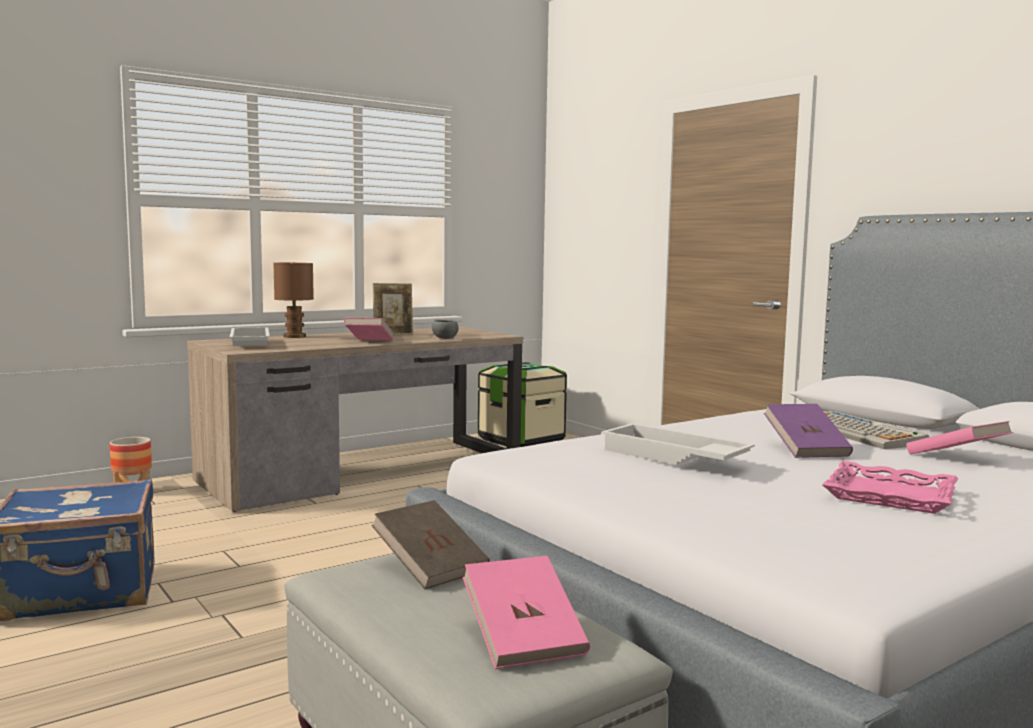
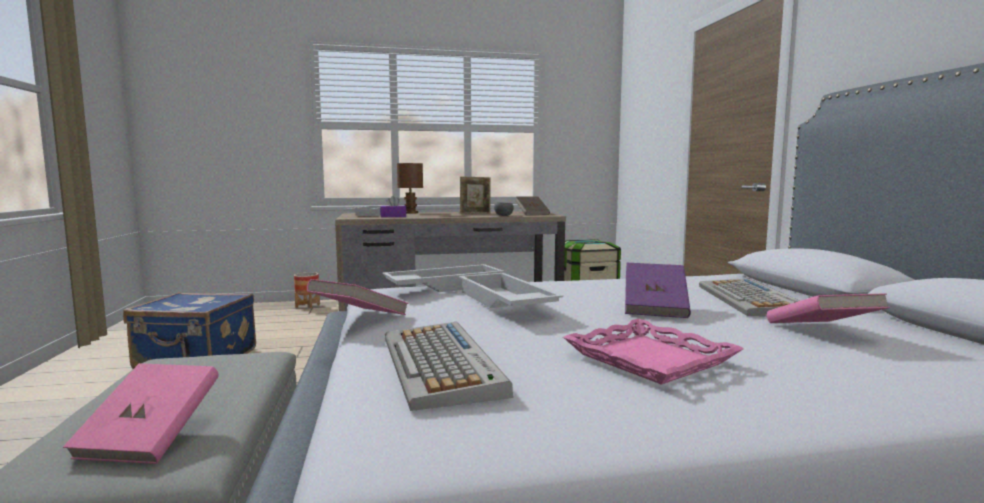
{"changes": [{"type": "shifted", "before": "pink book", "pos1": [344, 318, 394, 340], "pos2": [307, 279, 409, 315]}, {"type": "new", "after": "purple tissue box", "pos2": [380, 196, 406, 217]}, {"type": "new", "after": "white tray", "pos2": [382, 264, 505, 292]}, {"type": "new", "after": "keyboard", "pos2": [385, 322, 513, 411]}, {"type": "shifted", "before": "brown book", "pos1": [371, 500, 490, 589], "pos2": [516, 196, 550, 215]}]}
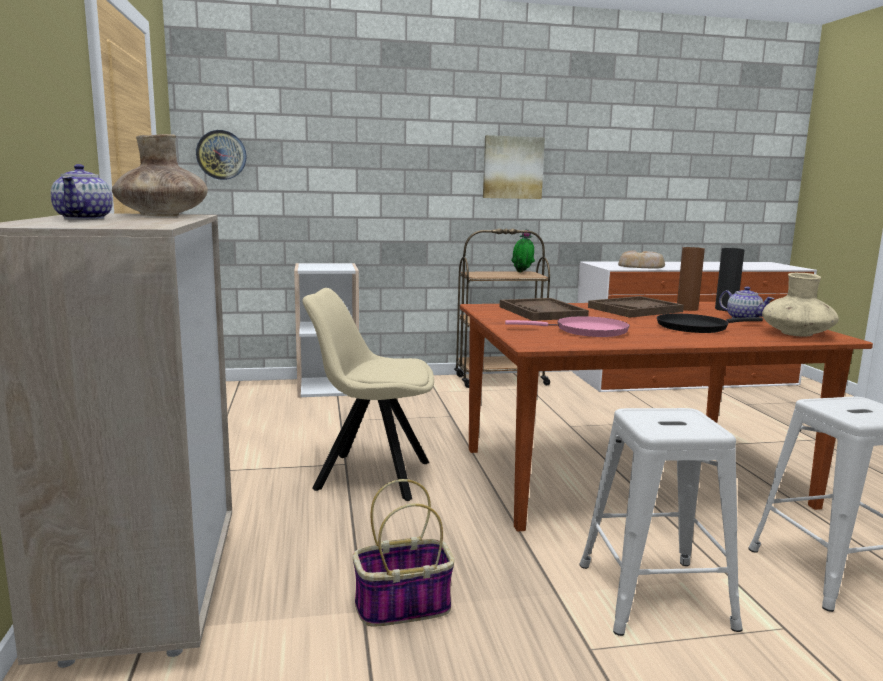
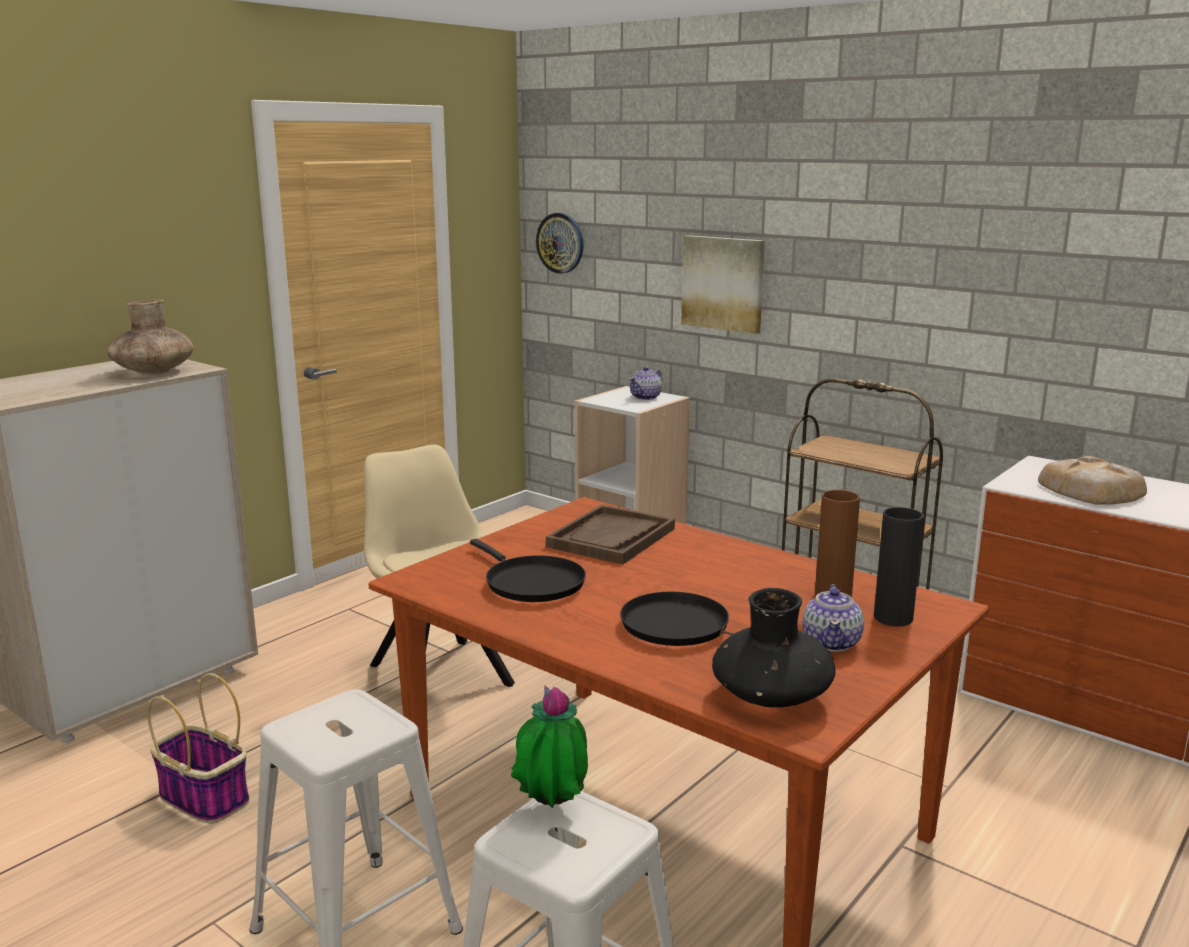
{"changes": [{"type": "repainted", "before": "pink frying pan", "after": "black frying pan", "pos1": [505, 316, 630, 337], "pos2": [470, 539, 586, 602]}, {"type": "shifted", "before": "potted plant", "pos1": [511, 229, 535, 273], "pos2": [511, 685, 588, 808]}, {"type": "shifted", "before": "teapot", "pos1": [51, 164, 113, 220], "pos2": [629, 367, 662, 400]}, {"type": "shifted", "before": "picture", "pos1": [483, 135, 545, 199], "pos2": [681, 235, 765, 334]}, {"type": "repainted", "before": "beige vase", "after": "black vase", "pos1": [762, 273, 839, 337], "pos2": [712, 588, 836, 707]}, {"type": "gone", "before": "brown tray", "pos1": [588, 296, 684, 318]}]}
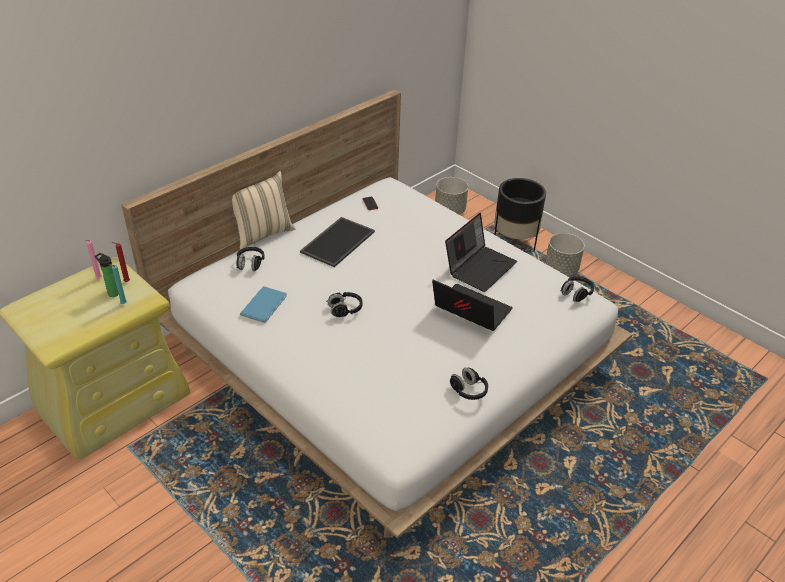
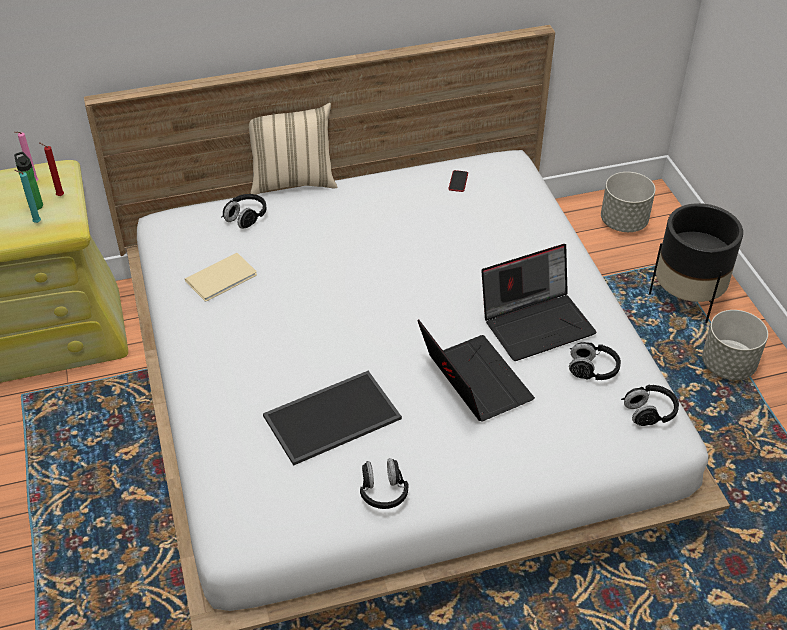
{"changes": [{"type": "repainted", "before": "blue book", "after": "beige book", "pos1": [240, 286, 287, 323], "pos2": [185, 253, 257, 301]}, {"type": "shifted", "before": "tray", "pos1": [300, 217, 375, 267], "pos2": [263, 371, 402, 466]}, {"type": "shifted", "before": "black headphones", "pos1": [326, 292, 363, 317], "pos2": [569, 342, 621, 380]}]}
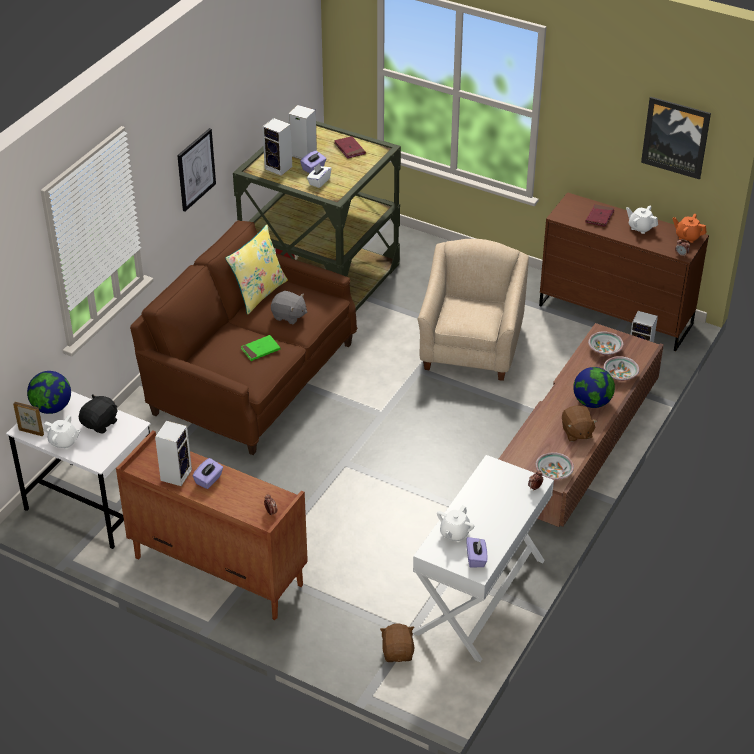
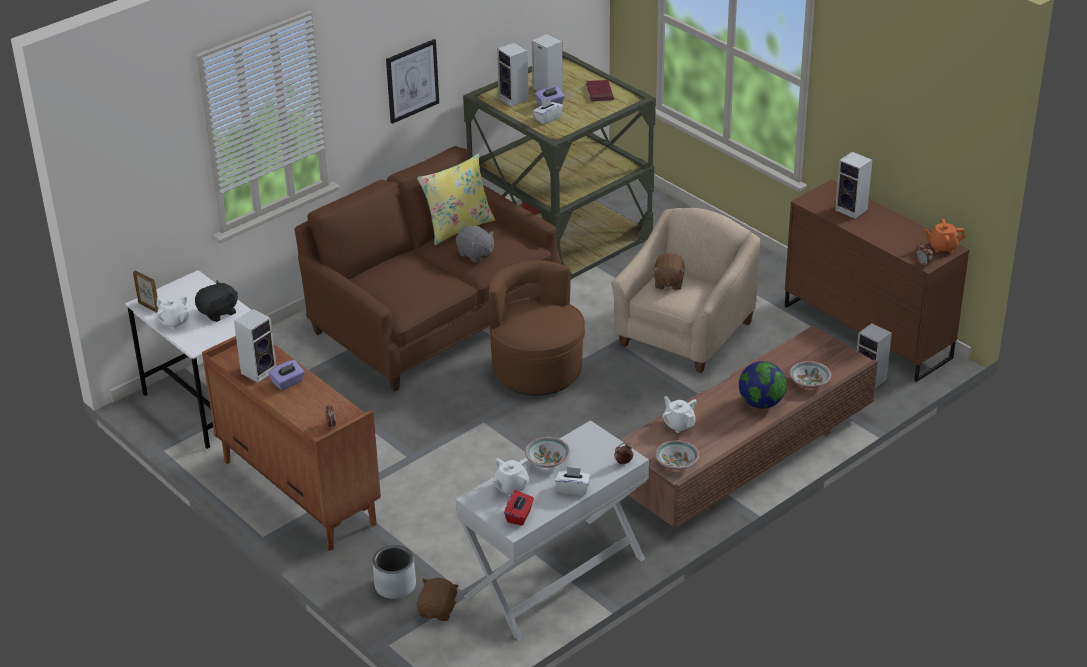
{"changes": [{"type": "new", "after": "grey planter", "pos2": [373, 545, 416, 599]}, {"type": "new", "after": "brown armchair", "pos2": [489, 260, 585, 396]}, {"type": "repainted", "before": "purple tissue box", "after": "red tissue box", "pos1": [467, 537, 488, 568], "pos2": [504, 490, 534, 525]}, {"type": "shifted", "before": "bowl", "pos1": [588, 331, 624, 355], "pos2": [525, 437, 570, 468]}, {"type": "new", "after": "white tissue box", "pos2": [555, 467, 591, 496]}, {"type": "shifted", "before": "brown plush toy", "pos1": [562, 405, 597, 442], "pos2": [652, 254, 685, 290]}, {"type": "shifted", "before": "white teapot", "pos1": [626, 206, 658, 234], "pos2": [662, 396, 697, 433]}, {"type": "swapped", "before": "red book", "after": "speaker", "pos1": [585, 204, 614, 227], "pos2": [835, 152, 872, 219]}, {"type": "rotated", "before": "orange teapot", "pos1": [672, 214, 707, 243], "pos2": [924, 219, 965, 252], "turn": -45}, {"type": "gone", "before": "globe", "pos1": [27, 371, 71, 414]}, {"type": "gone", "before": "green book", "pos1": [241, 335, 280, 361]}, {"type": "gone", "before": "picture", "pos1": [641, 97, 711, 180]}]}
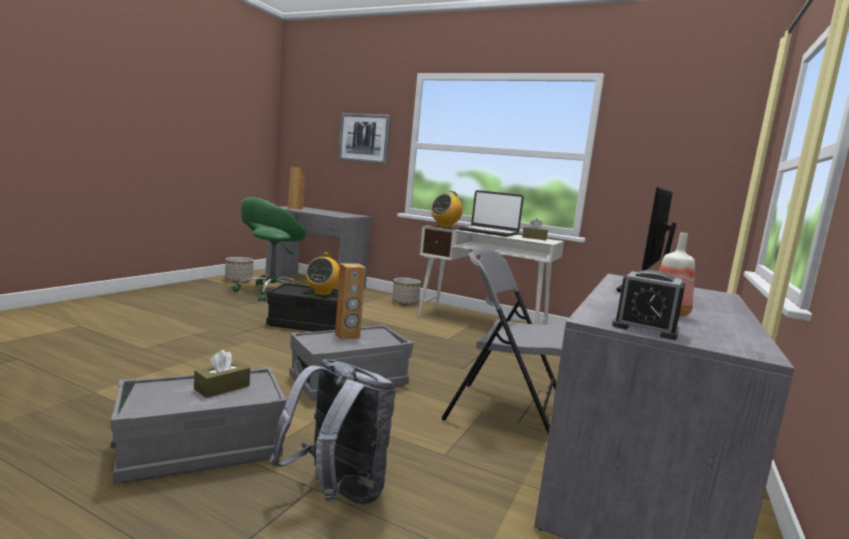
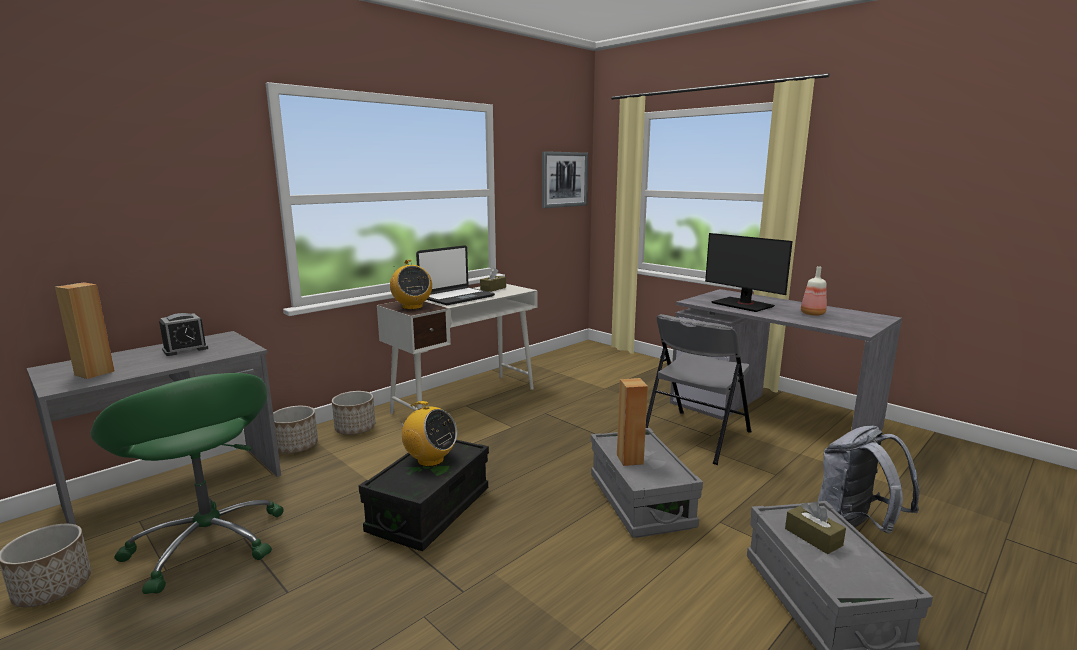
{"changes": [{"type": "shifted", "before": "alarm clock", "pos1": [612, 270, 685, 340], "pos2": [159, 313, 208, 356]}, {"type": "new", "after": "planter", "pos2": [273, 406, 318, 453]}, {"type": "shifted", "before": "picture", "pos1": [338, 113, 391, 164], "pos2": [542, 151, 588, 208]}]}
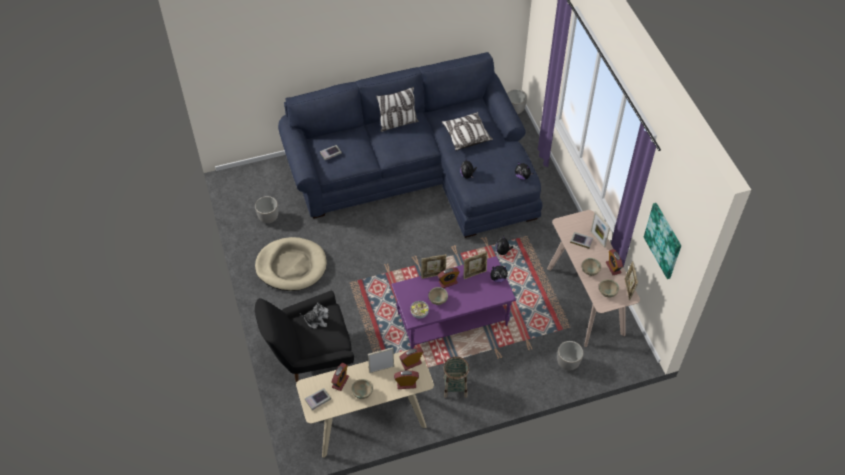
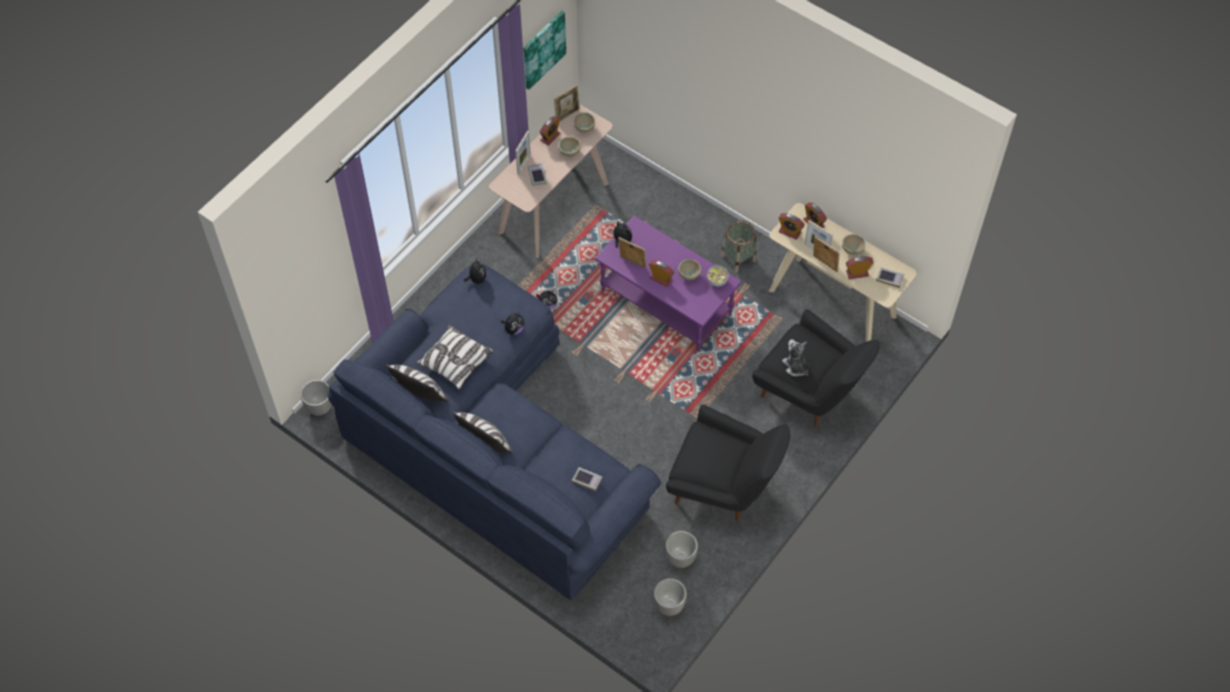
{"changes": [{"type": "new", "after": "pillow", "pos2": [386, 365, 449, 402]}, {"type": "shifted", "before": "planter", "pos1": [557, 341, 583, 371], "pos2": [654, 578, 687, 616]}, {"type": "swapped", "before": "beige dog bed", "after": "black armchair", "pos1": [255, 237, 327, 291], "pos2": [666, 404, 790, 521]}, {"type": "shifted", "before": "picture frame", "pos1": [421, 254, 447, 279], "pos2": [813, 236, 840, 272]}]}
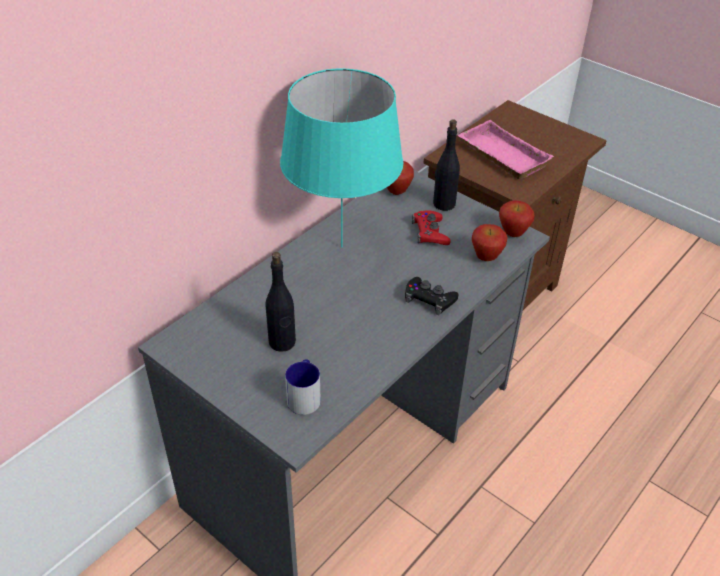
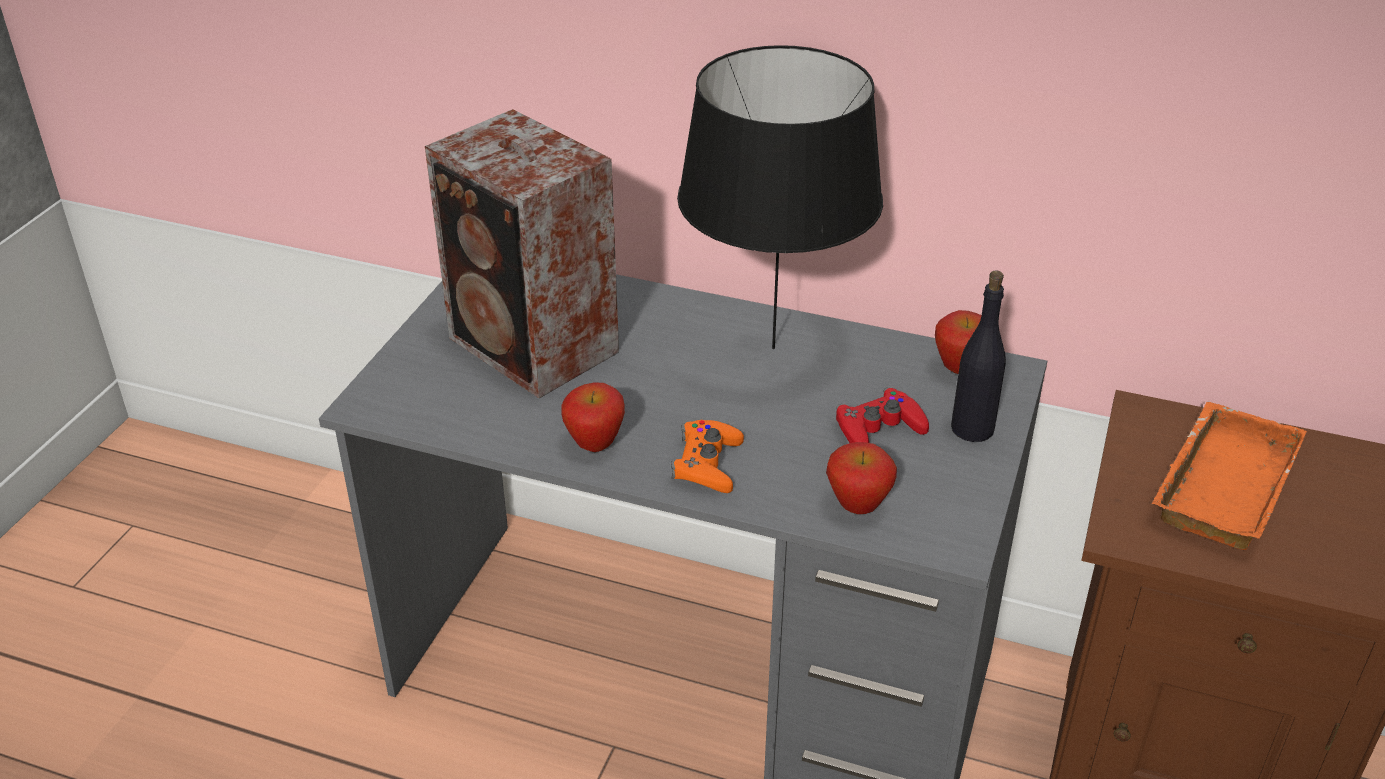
{"changes": [{"type": "swapped", "before": "black bottle", "after": "speaker", "pos1": [265, 252, 296, 352], "pos2": [425, 109, 619, 398]}, {"type": "shifted", "before": "apple", "pos1": [499, 200, 534, 237], "pos2": [561, 383, 625, 452]}, {"type": "repainted", "before": "black game controller", "after": "orange game controller", "pos1": [405, 277, 458, 315], "pos2": [671, 420, 744, 493]}, {"type": "repainted", "before": "turquoise table lamp", "after": "black table lamp", "pos1": [280, 68, 403, 247], "pos2": [677, 45, 883, 349]}, {"type": "repainted", "before": "pink tray", "after": "orange tray", "pos1": [458, 120, 554, 179], "pos2": [1152, 401, 1307, 550]}, {"type": "gone", "before": "mug", "pos1": [285, 359, 321, 415]}]}
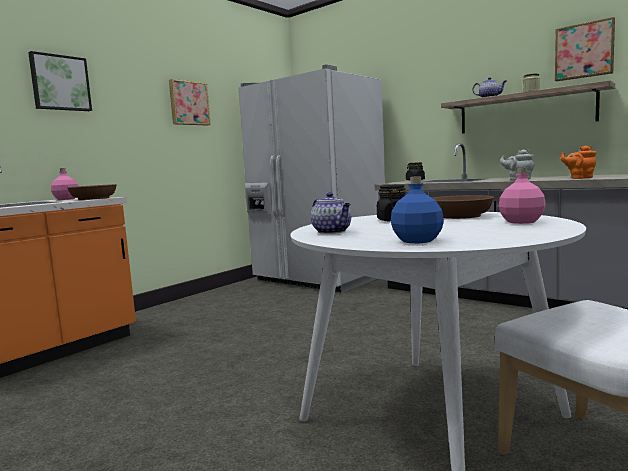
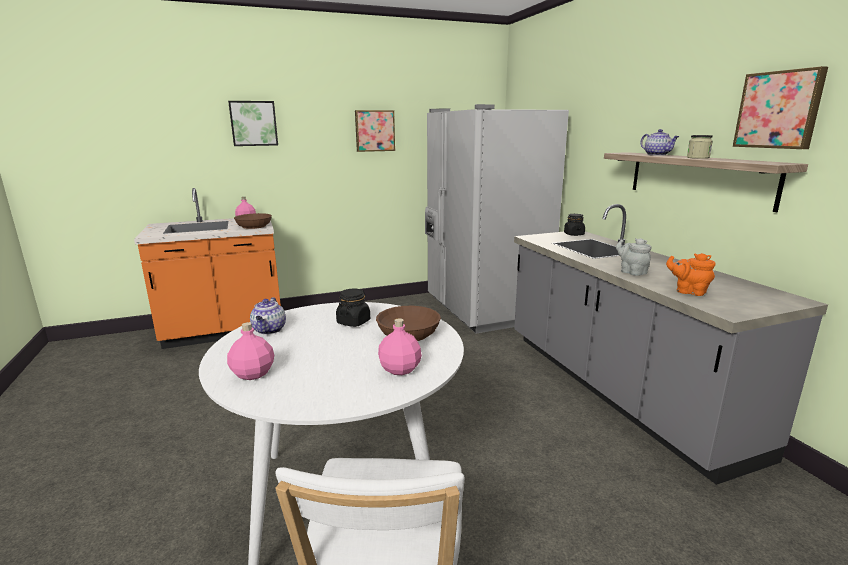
{"changes": [{"type": "repainted", "before": "blue bottle", "after": "pink bottle", "pos1": [391, 176, 444, 243], "pos2": [227, 322, 274, 380]}]}
